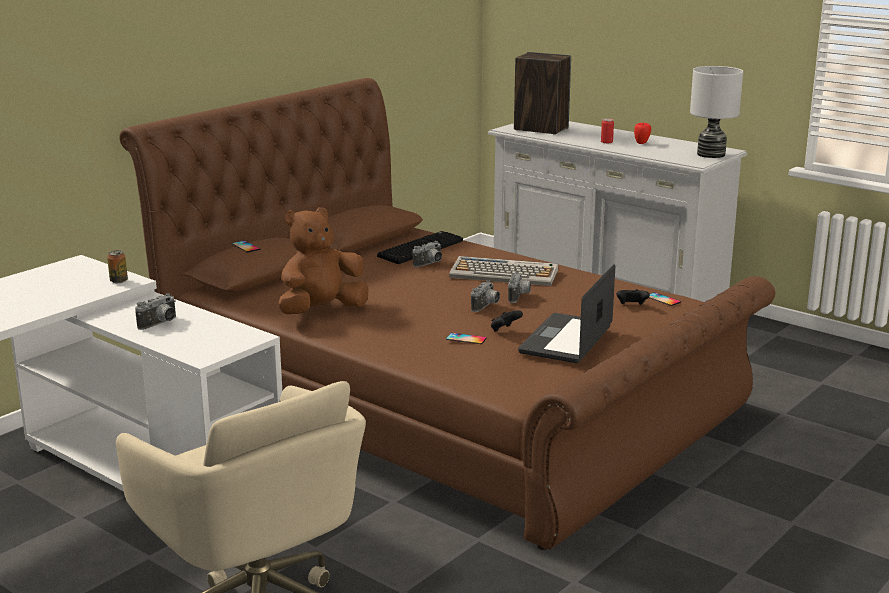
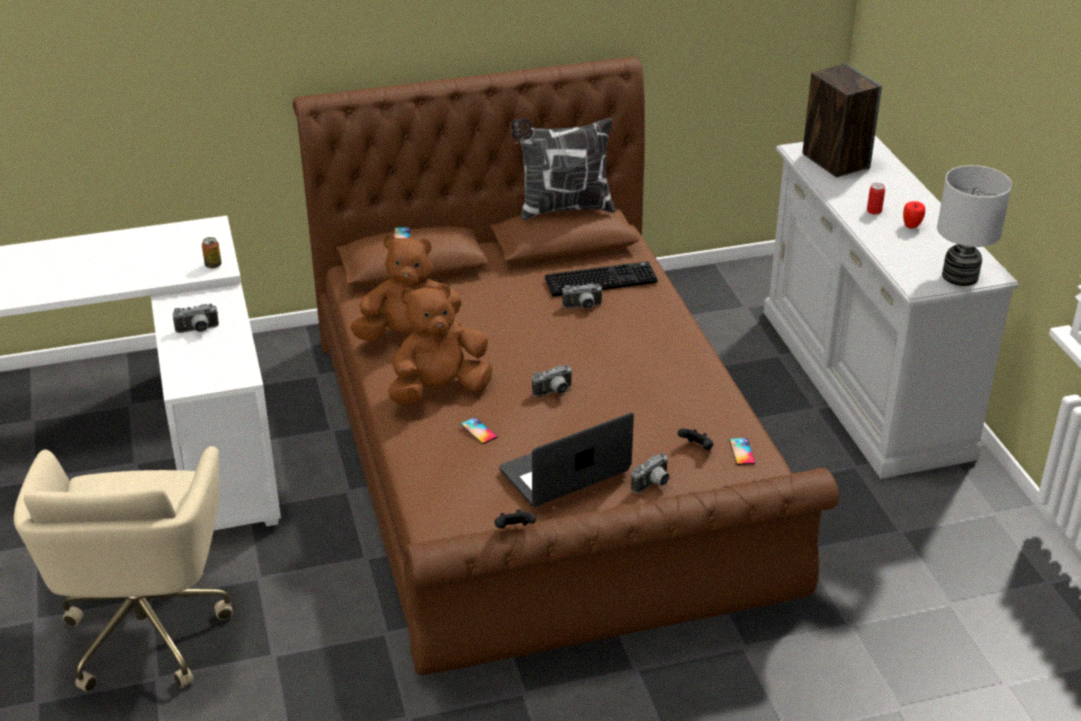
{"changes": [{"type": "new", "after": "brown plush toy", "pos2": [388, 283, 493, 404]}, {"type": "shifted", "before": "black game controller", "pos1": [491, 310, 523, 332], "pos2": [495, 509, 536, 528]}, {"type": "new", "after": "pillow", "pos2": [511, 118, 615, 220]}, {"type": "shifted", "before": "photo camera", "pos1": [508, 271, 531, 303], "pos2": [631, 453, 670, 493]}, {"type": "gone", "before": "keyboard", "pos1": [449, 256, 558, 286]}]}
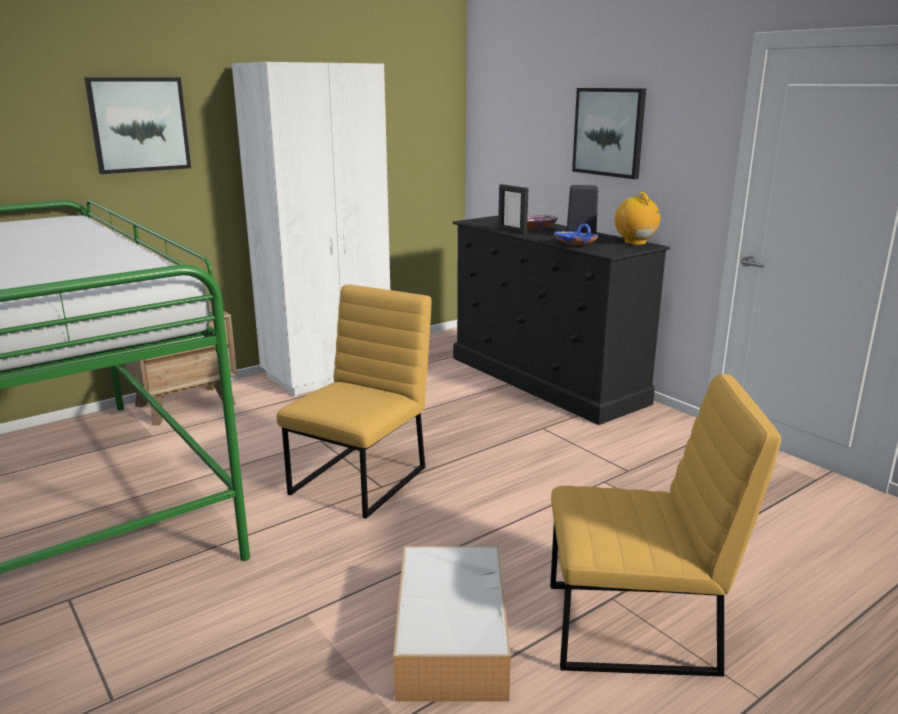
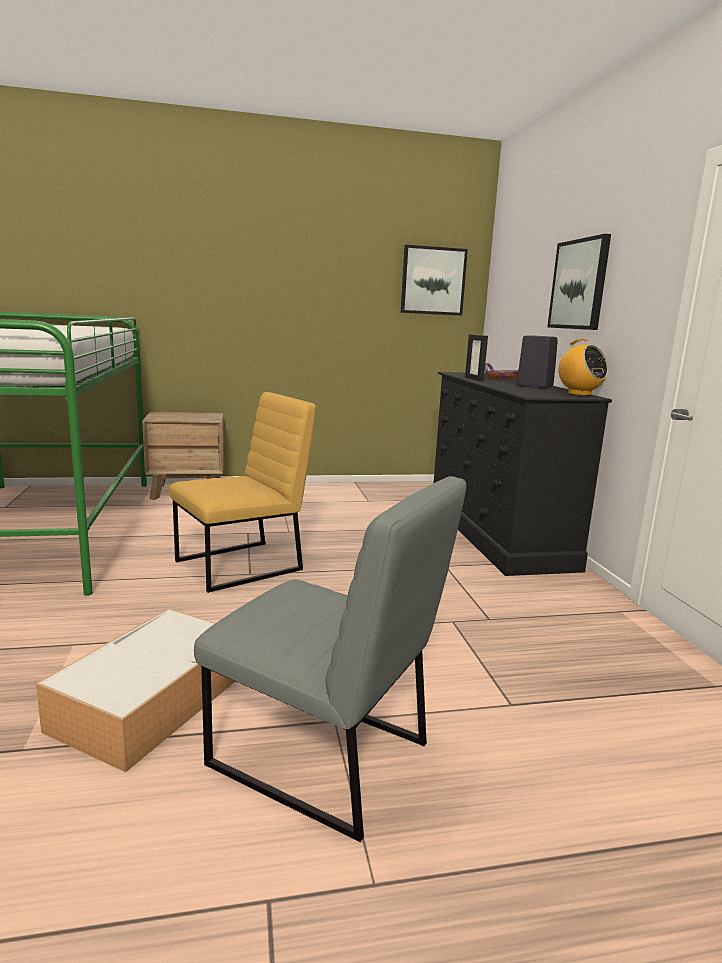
{"changes": [{"type": "repainted", "before": "yellow chair", "after": "grey chair", "pos1": [550, 374, 781, 677], "pos2": [194, 476, 466, 842]}, {"type": "shifted", "before": "picture", "pos1": [84, 77, 191, 174], "pos2": [401, 245, 468, 316]}, {"type": "rotated", "before": "radio", "pos1": [615, 192, 662, 245], "pos2": [557, 339, 609, 396], "turn": 135}, {"type": "gone", "before": "white wardrobe", "pos1": [232, 62, 390, 396]}, {"type": "gone", "before": "blue bowl", "pos1": [554, 224, 598, 245]}]}
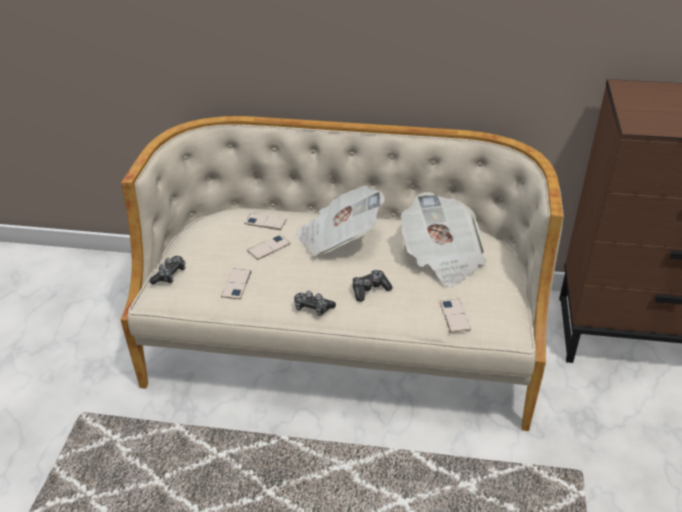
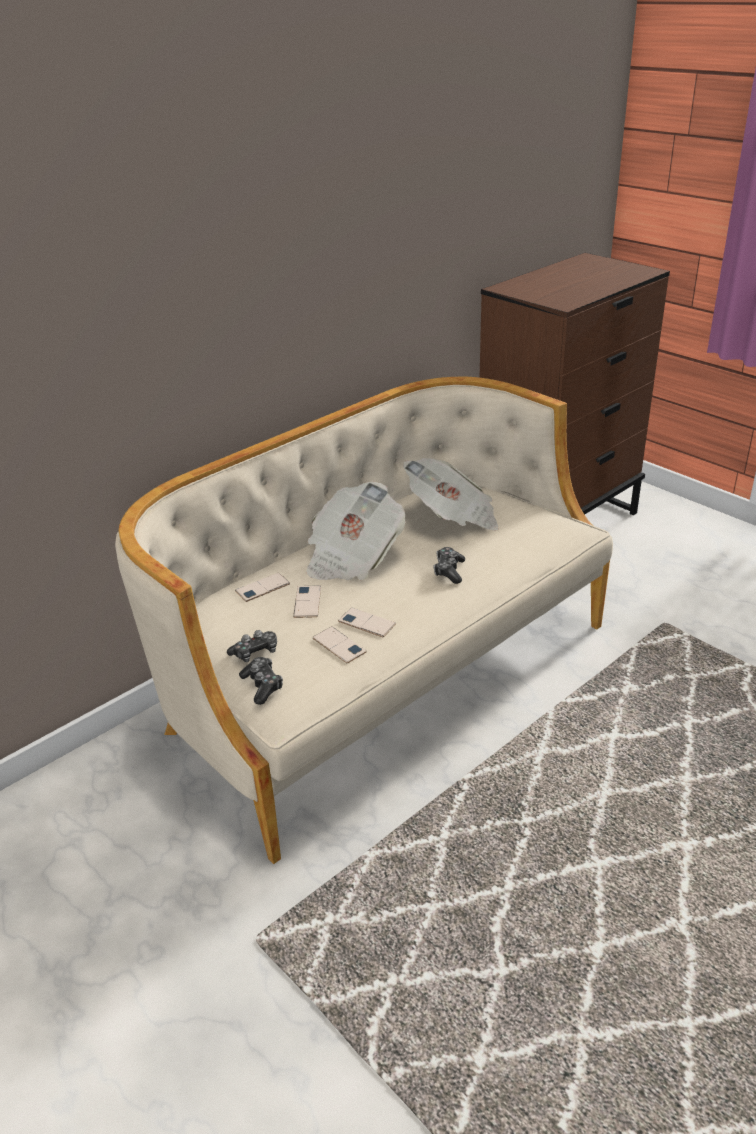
{"changes": [{"type": "shifted", "before": "game controller", "pos1": [294, 291, 336, 316], "pos2": [227, 630, 277, 662]}, {"type": "shifted", "before": "phone", "pos1": [440, 299, 471, 332], "pos2": [338, 608, 396, 637]}]}
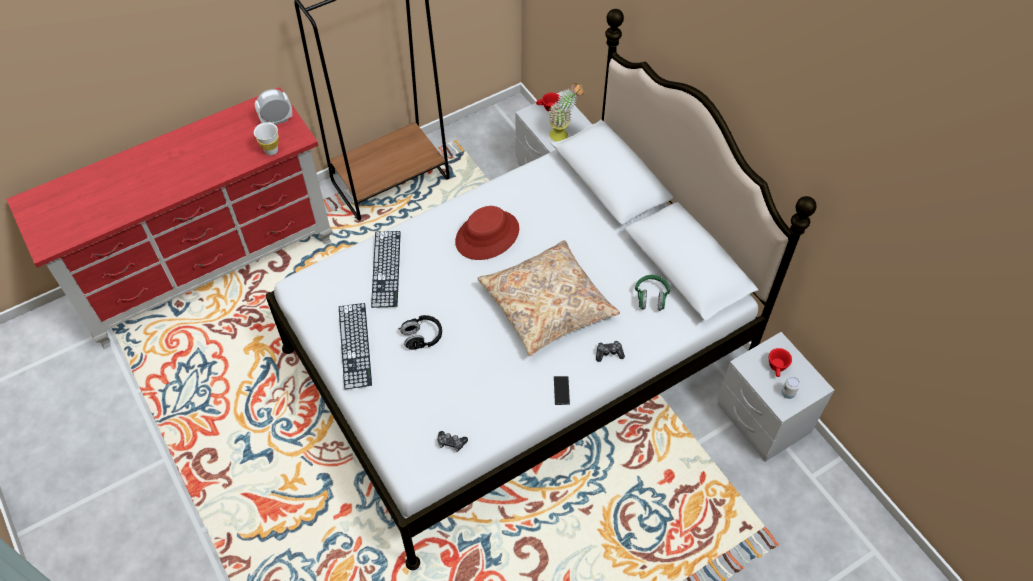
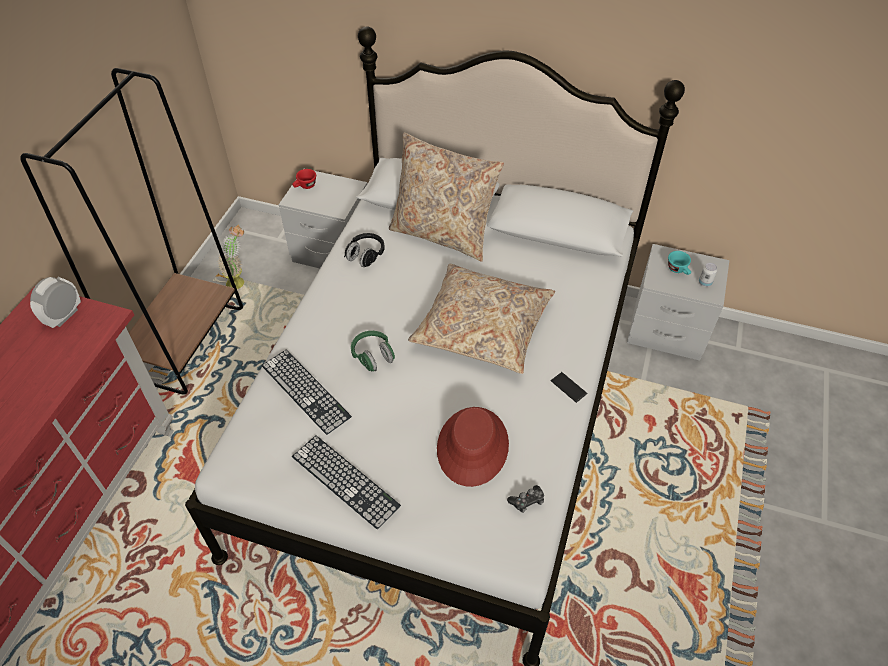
{"changes": [{"type": "shifted", "before": "potted plant", "pos1": [548, 83, 585, 142], "pos2": [218, 224, 244, 289]}, {"type": "shifted", "before": "black headphones", "pos1": [399, 315, 442, 350], "pos2": [344, 233, 385, 267]}, {"type": "shifted", "before": "green headphones", "pos1": [635, 275, 670, 311], "pos2": [351, 331, 395, 371]}, {"type": "new", "after": "beige pillow", "pos2": [389, 133, 504, 262]}, {"type": "shifted", "before": "red hat", "pos1": [455, 206, 519, 260], "pos2": [437, 407, 509, 487]}, {"type": "repainted", "before": "red cup", "after": "turquoise cup", "pos1": [769, 348, 792, 377], "pos2": [668, 251, 691, 275]}, {"type": "gone", "before": "white cup", "pos1": [254, 122, 279, 155]}, {"type": "gone", "before": "game controller", "pos1": [596, 341, 625, 362]}]}
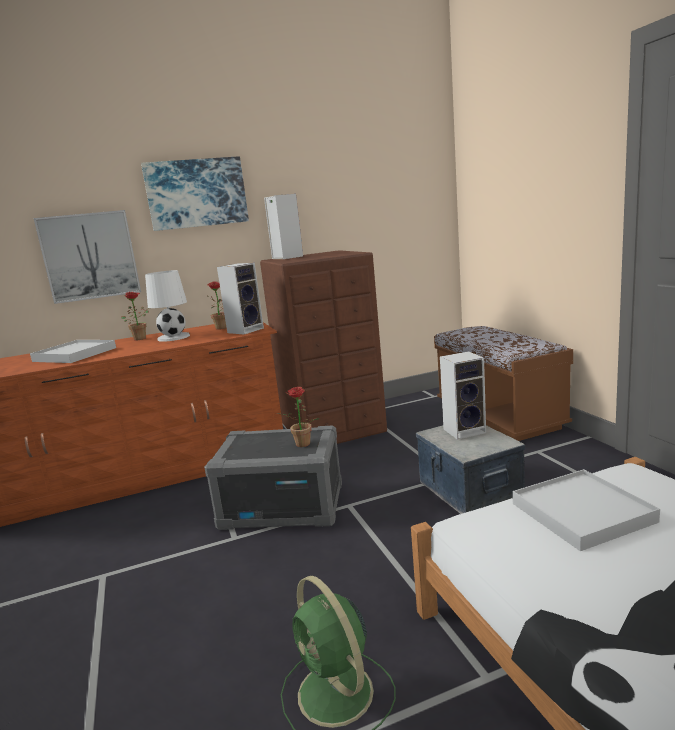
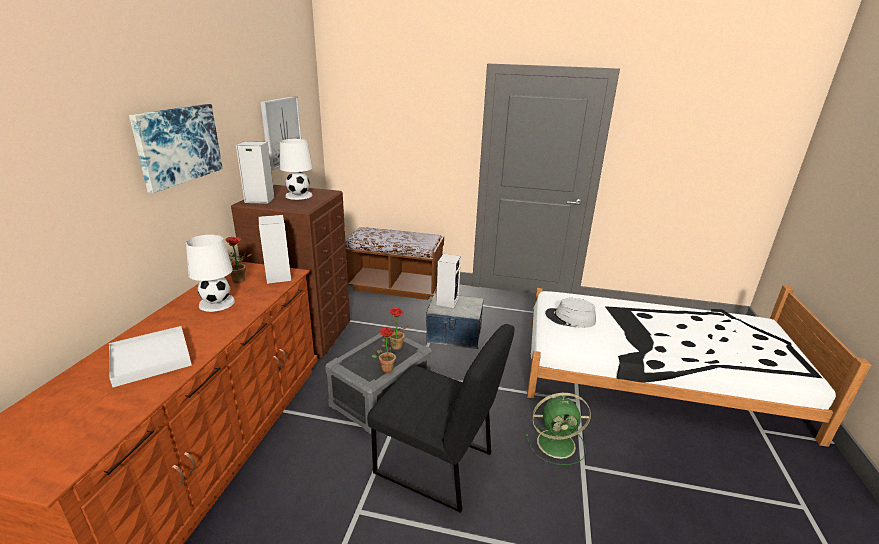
{"changes": [{"type": "shifted", "before": "picture", "pos1": [34, 210, 141, 304], "pos2": [260, 96, 302, 170]}, {"type": "new", "after": "white table lamp", "pos2": [280, 139, 313, 200]}, {"type": "new", "after": "black chair", "pos2": [367, 324, 514, 513]}, {"type": "shifted", "before": "potted plant", "pos1": [121, 292, 149, 340], "pos2": [372, 328, 396, 373]}, {"type": "swapped", "before": "white tray", "after": "grey hat", "pos1": [512, 469, 660, 551], "pos2": [545, 298, 596, 328]}]}
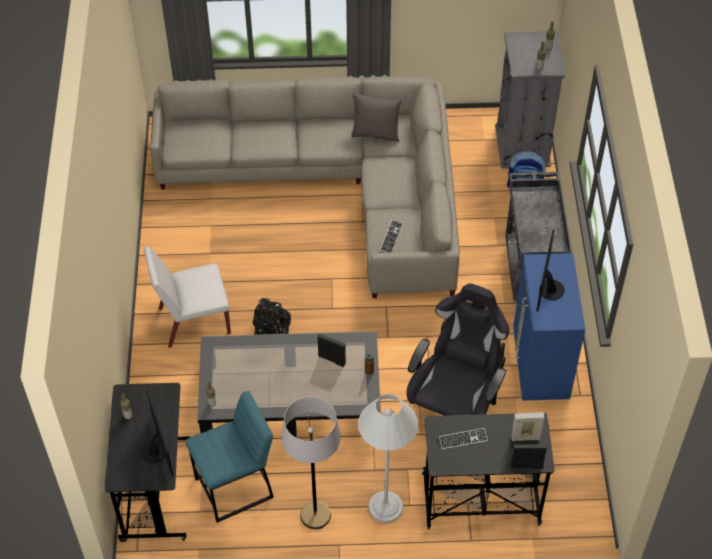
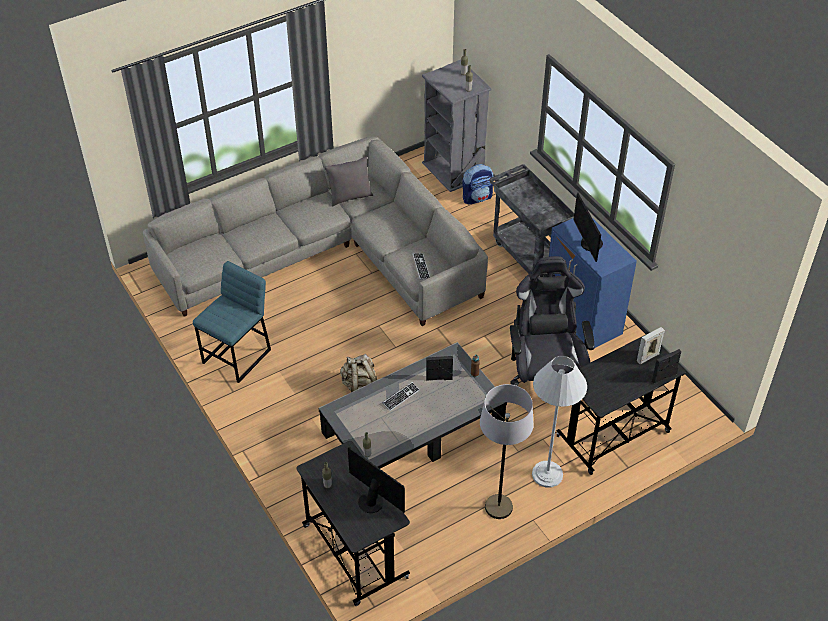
{"changes": [{"type": "shifted", "before": "blue stool", "pos1": [186, 391, 274, 523], "pos2": [193, 261, 271, 383]}, {"type": "repainted", "before": "black backpack", "after": "beige backpack", "pos1": [252, 298, 291, 335], "pos2": [340, 354, 377, 392]}, {"type": "shifted", "before": "keyboard", "pos1": [439, 428, 488, 449], "pos2": [383, 382, 420, 411]}, {"type": "gone", "before": "white chair", "pos1": [144, 246, 231, 348]}]}
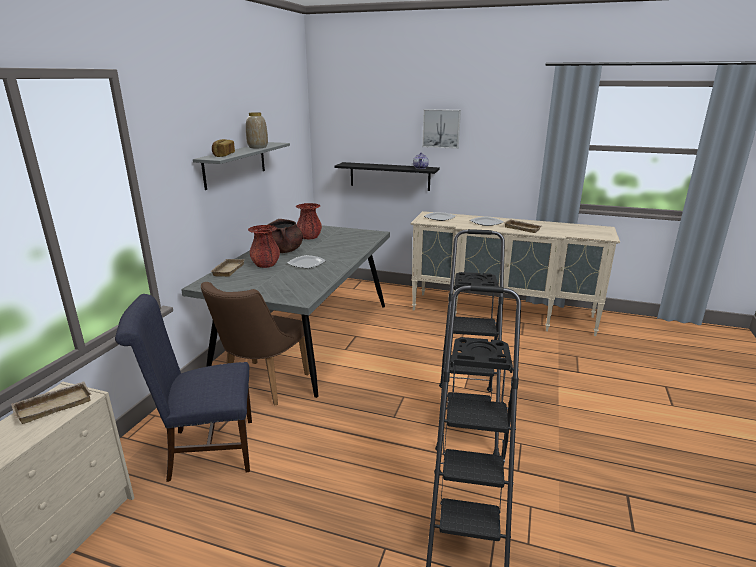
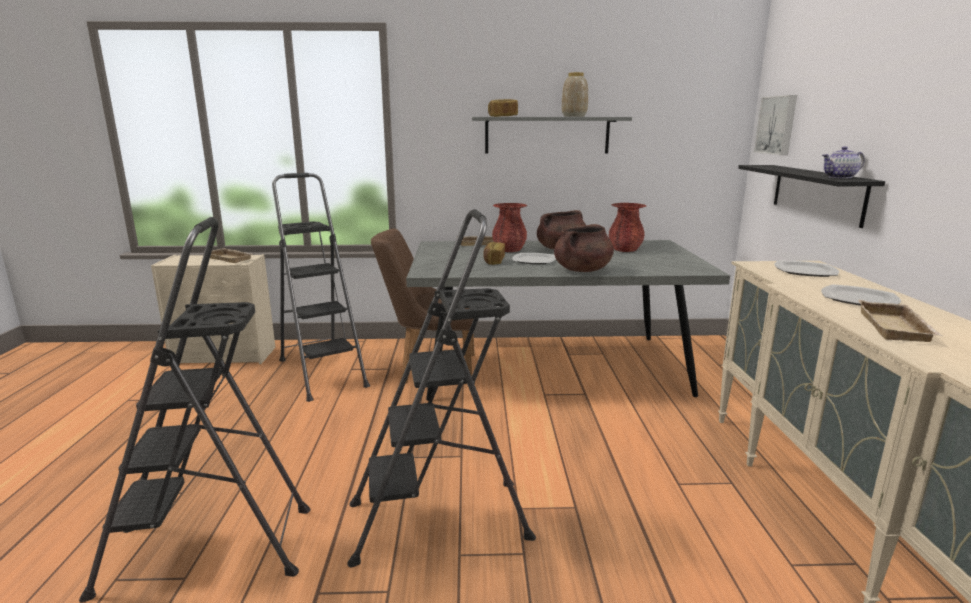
{"changes": [{"type": "swapped", "before": "blue chair", "after": "step ladder", "pos1": [115, 294, 252, 482], "pos2": [272, 173, 370, 402]}, {"type": "new", "after": "bread", "pos2": [483, 242, 505, 265]}, {"type": "new", "after": "brown cooking pot", "pos2": [554, 224, 614, 272]}, {"type": "shifted", "before": "picture", "pos1": [422, 109, 461, 149], "pos2": [754, 95, 797, 155]}]}
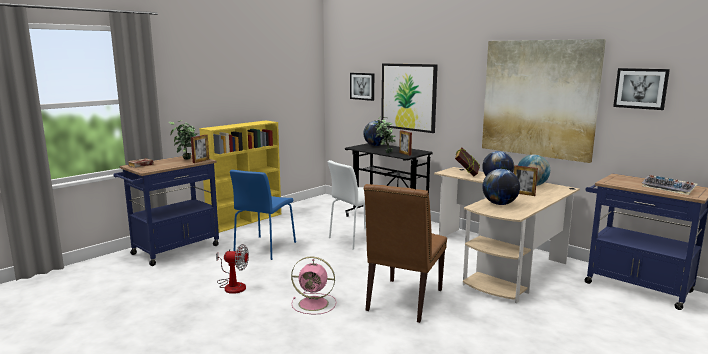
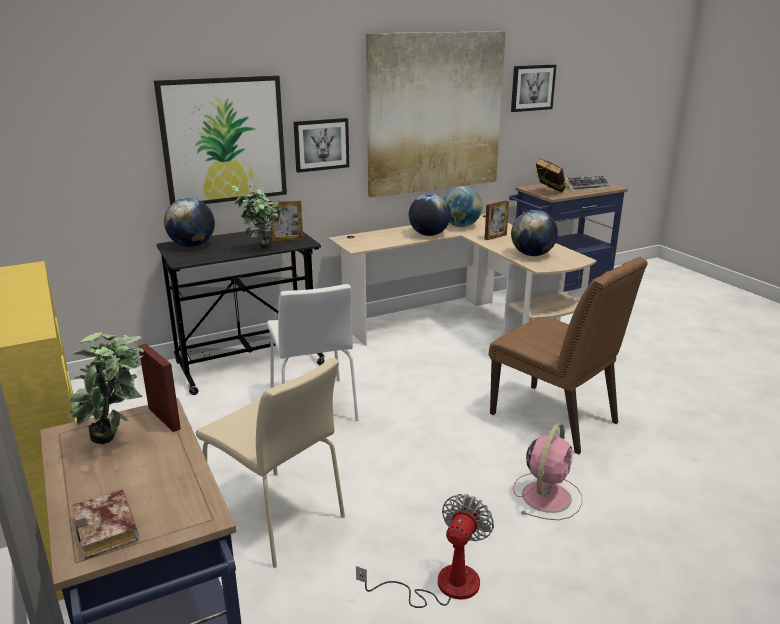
{"changes": [{"type": "repainted", "before": "blue chair", "after": "beige chair", "pos1": [230, 170, 296, 260], "pos2": [196, 358, 345, 568]}, {"type": "shifted", "before": "picture", "pos1": [350, 73, 374, 101], "pos2": [294, 118, 349, 173]}, {"type": "shifted", "before": "book", "pos1": [455, 147, 480, 176], "pos2": [536, 158, 566, 193]}]}
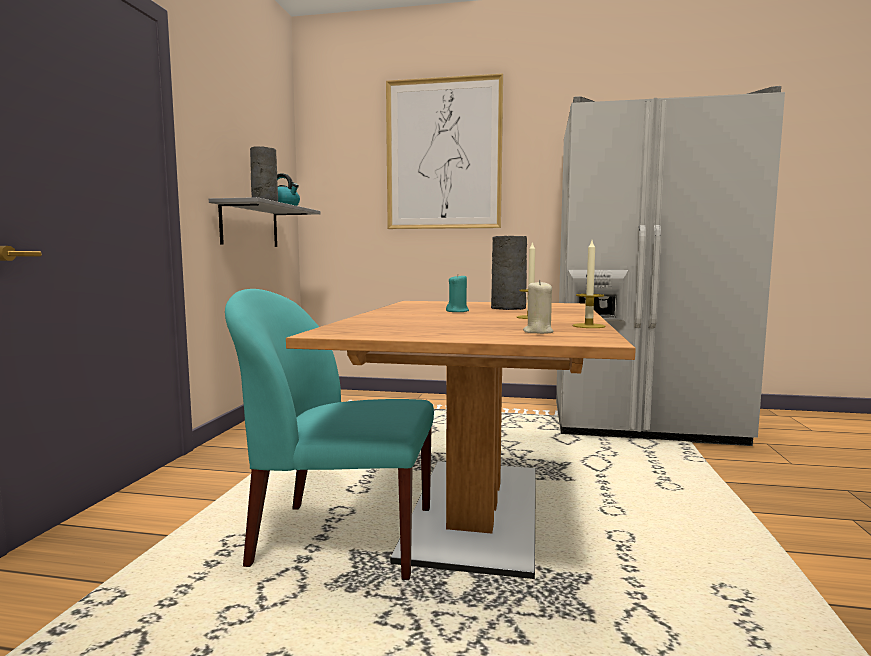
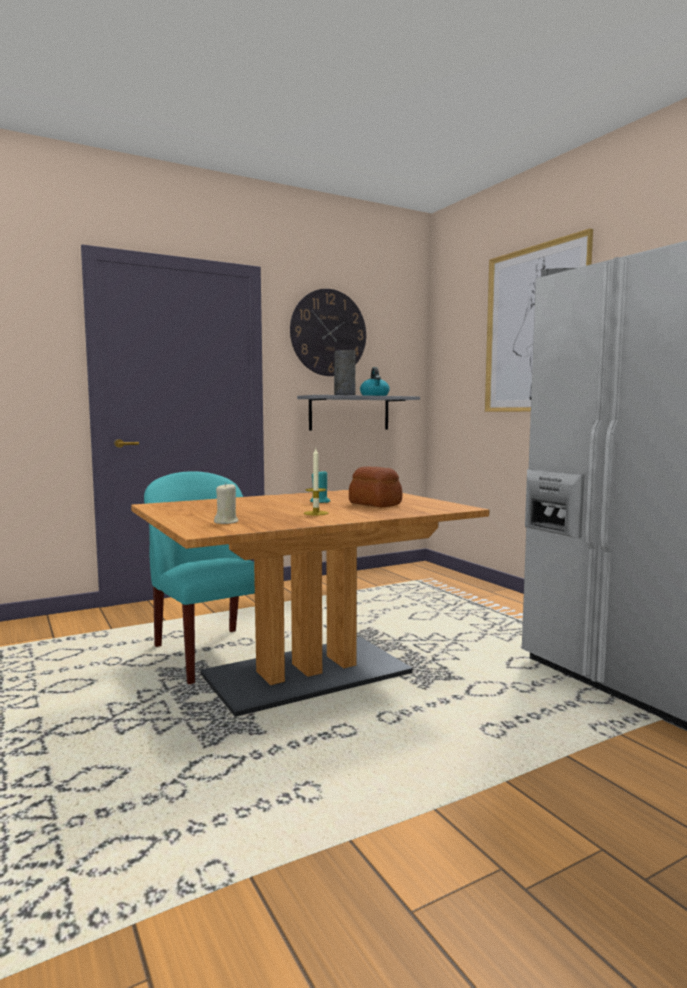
{"changes": [{"type": "new", "after": "wall clock", "pos2": [290, 289, 366, 376]}, {"type": "swapped", "before": "grey vase", "after": "bread", "pos1": [491, 236, 527, 310], "pos2": [349, 466, 403, 507]}, {"type": "gone", "before": "candle", "pos1": [572, 241, 606, 328]}]}
